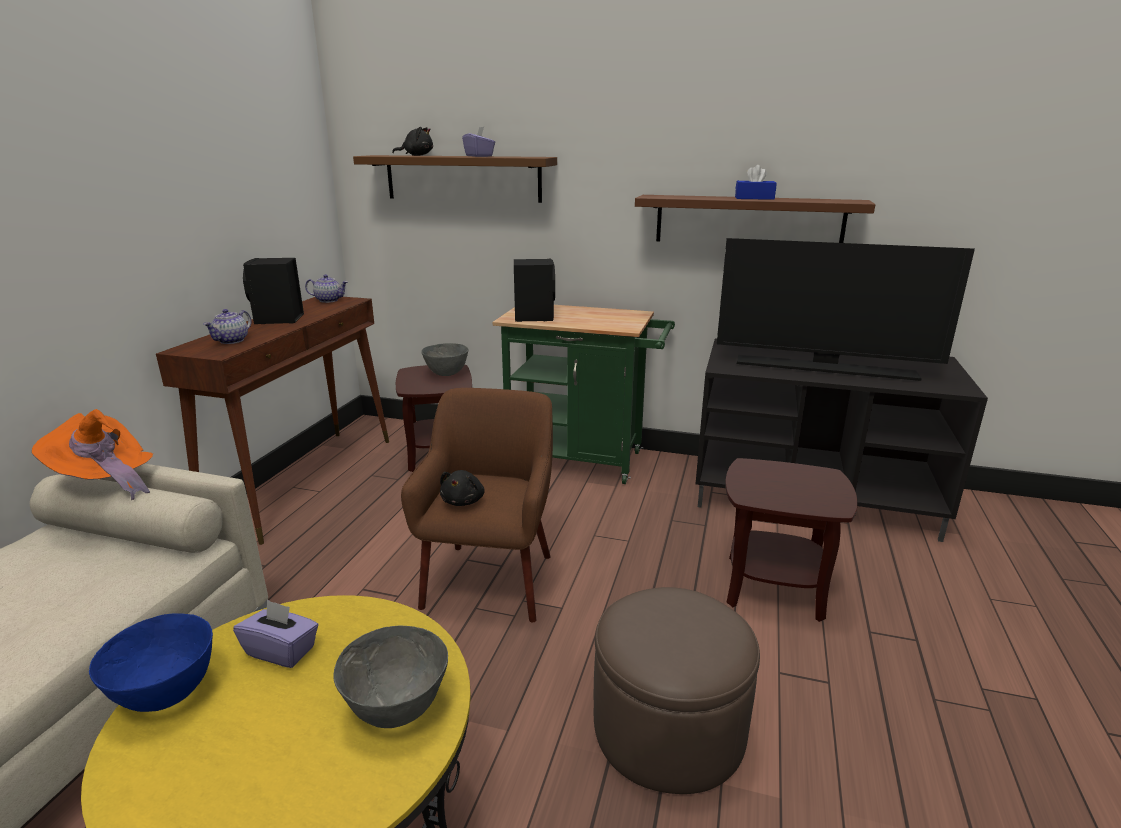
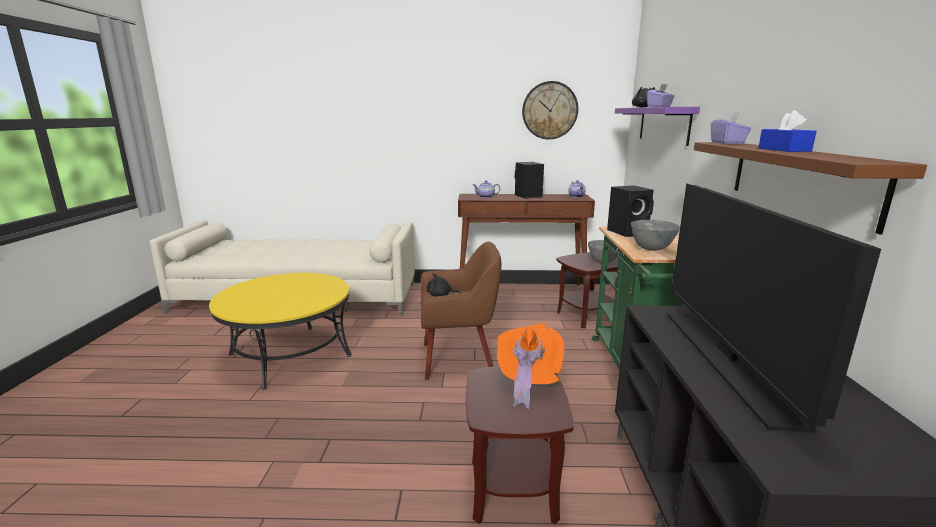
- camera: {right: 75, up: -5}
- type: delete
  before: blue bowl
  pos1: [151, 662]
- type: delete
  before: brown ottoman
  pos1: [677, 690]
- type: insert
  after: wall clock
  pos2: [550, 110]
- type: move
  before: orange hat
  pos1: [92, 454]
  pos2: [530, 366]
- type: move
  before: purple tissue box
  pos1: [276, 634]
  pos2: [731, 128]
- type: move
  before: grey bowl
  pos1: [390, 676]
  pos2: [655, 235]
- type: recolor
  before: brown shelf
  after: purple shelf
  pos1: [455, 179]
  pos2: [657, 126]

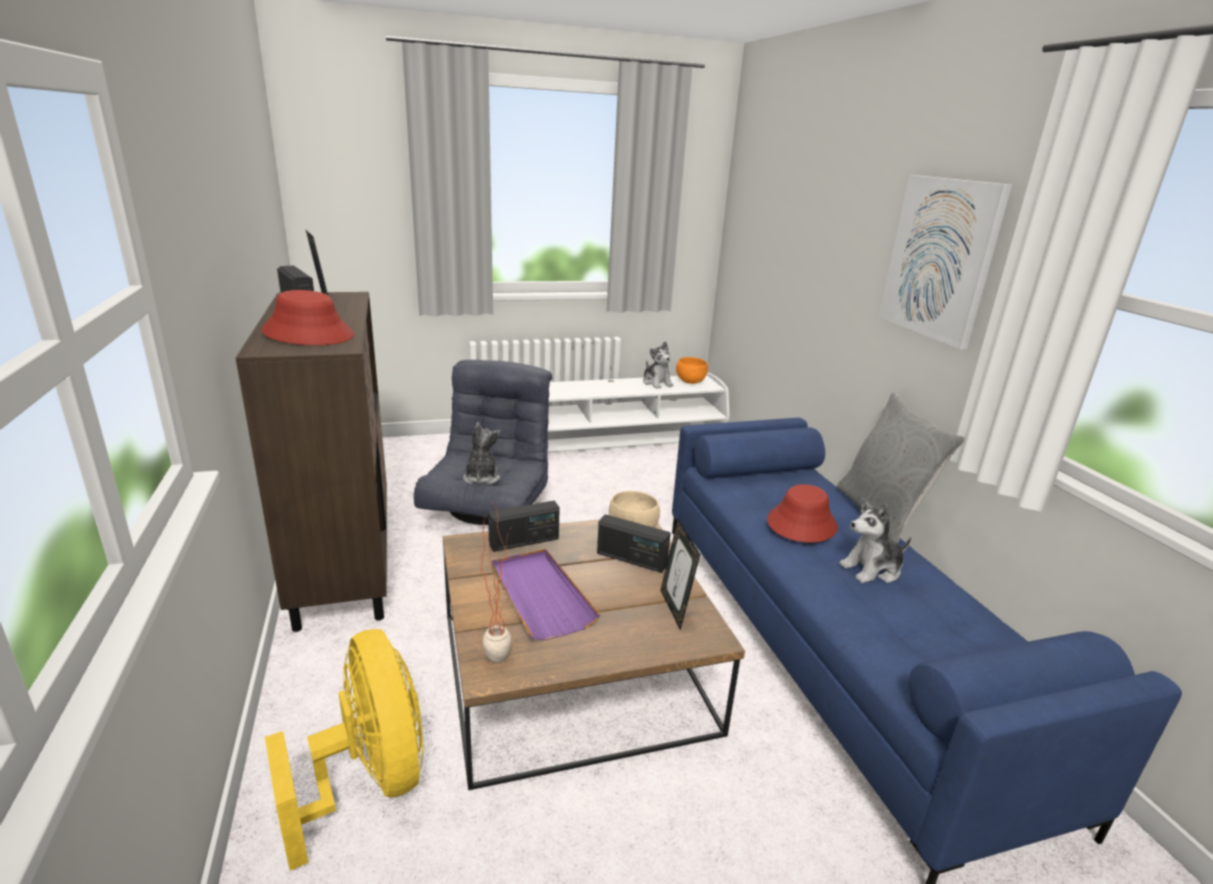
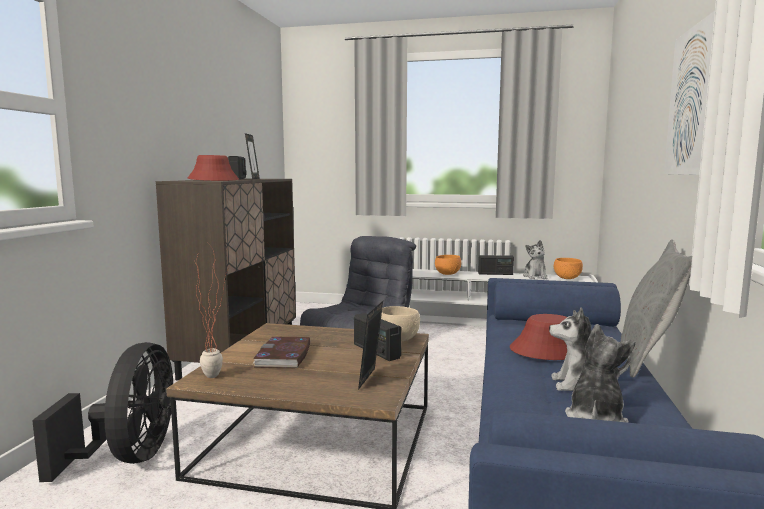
- camera: {right: 30, up: -15}
- type: insert
  after: orange bowl
  pos2: [448, 265]
- type: move
  before: plush toy
  pos1: [481, 453]
  pos2: [600, 373]
- type: move
  before: radio
  pos1: [524, 526]
  pos2: [496, 265]
- type: replace
  before: purple tray
  after: book
  pos1: [545, 594]
  pos2: [281, 352]
- type: recolor
  before: yellow fan
  after: black fan
  pos1: [344, 750]
  pos2: [102, 412]

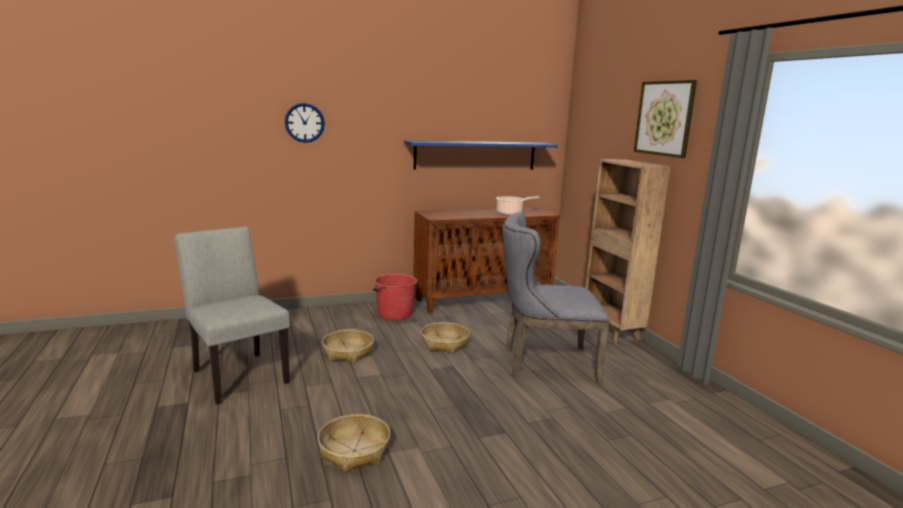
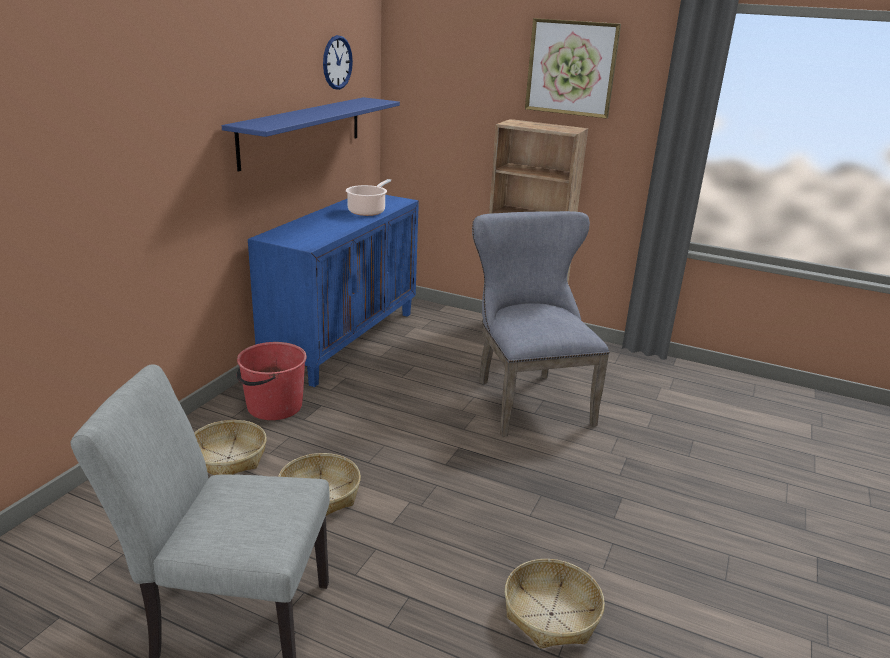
- camera: {right: -45, up: 10}
- type: move
  before: wall clock
  pos1: [305, 123]
  pos2: [338, 62]
- type: move
  before: basket
  pos1: [445, 337]
  pos2: [230, 447]
- type: recolor
  before: brown cabinet
  after: blue cabinet
  pos1: [486, 260]
  pos2: [333, 291]
- type: rotate
  before: grey chair
  pos1: [556, 298]
  pos2: [540, 324]
  turn: 120

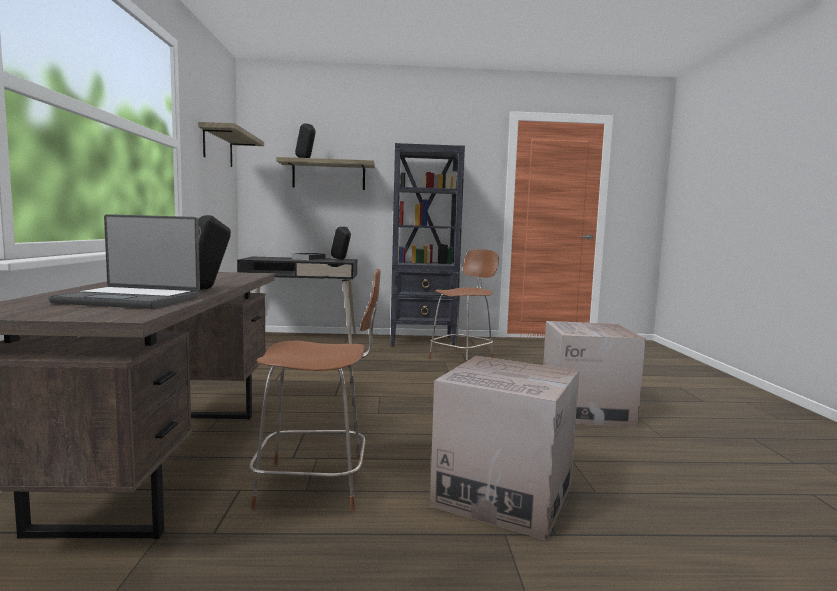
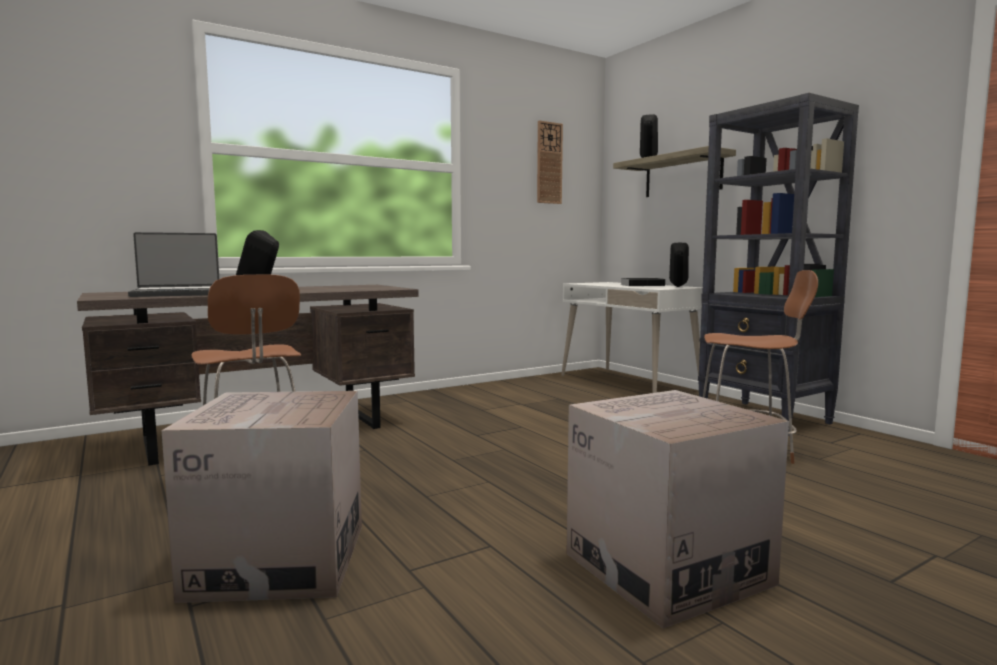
- camera: {right: 60, up: 0}
- type: replace
  before: shelf
  after: wall clock
  pos1: [231, 144]
  pos2: [550, 162]
- type: recolor
  before: black desk
  after: white desk
  pos1: [297, 300]
  pos2: [632, 337]
- type: rotate
  before: laptop
  pos1: [124, 261]
  pos2: [173, 264]
  turn: -90

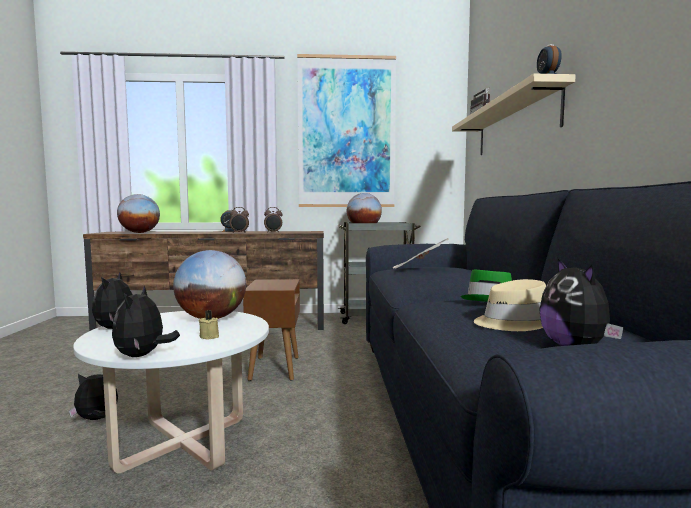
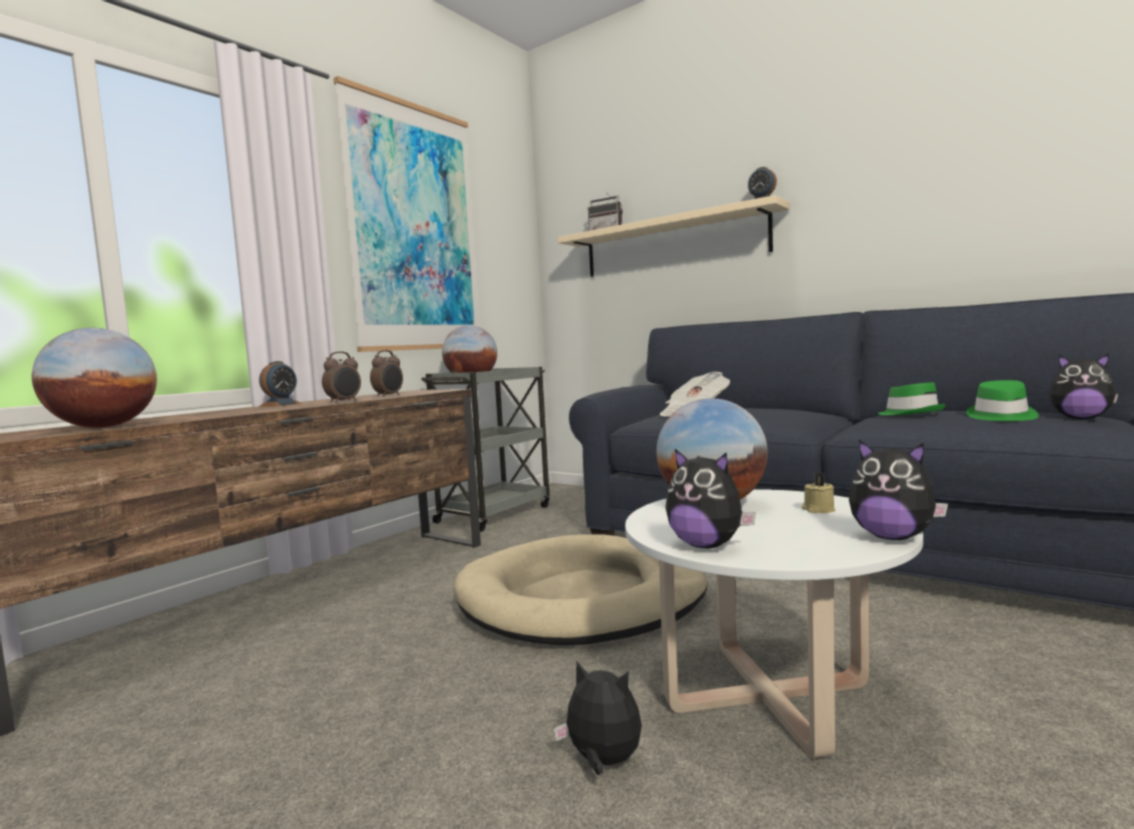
- camera: {right: -50, up: 0}
- type: replace
  before: brown side table
  after: beige dog bed
  pos1: [271, 330]
  pos2: [580, 589]
- type: recolor
  before: beige hat
  after: green hat
  pos1: [510, 305]
  pos2: [1002, 400]
- type: rotate
  before: plush toy
  pos1: [93, 397]
  pos2: [598, 718]
  turn: 105

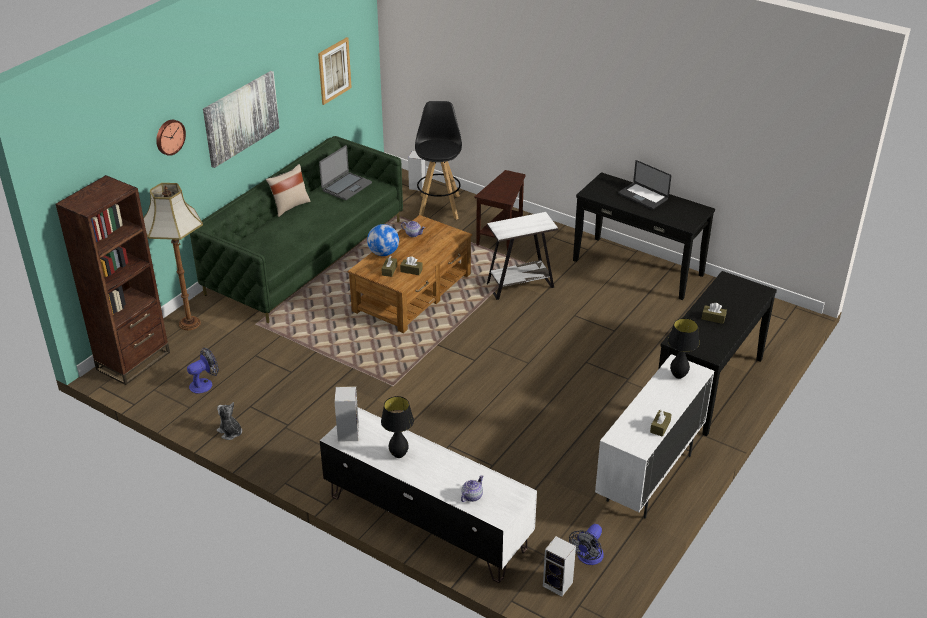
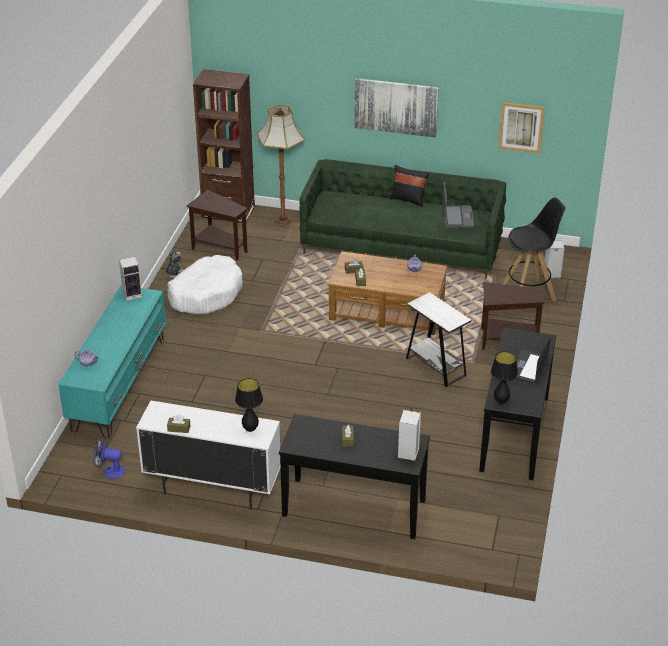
- camera: {right: 70, up: 0}
- type: delete
  before: wall clock
  pos1: [171, 138]
- type: delete
  before: globe
  pos1: [383, 240]
- type: insert
  after: white dog bed
  pos2: [205, 284]
- type: move
  before: black table lamp
  pos1: [397, 427]
  pos2: [504, 378]
- type: move
  before: speaker
  pos1: [559, 566]
  pos2: [409, 435]
- type: replace
  before: fan
  after: brown side table
  pos1: [203, 370]
  pos2: [217, 225]
- type: recolor
  before: beige pillow
  after: black pillow
  pos1: [288, 190]
  pos2: [409, 186]
- type: recolor
  before: white tv stand
  after: turquoise tv stand
  pos1: [428, 495]
  pos2: [112, 361]
- type: rotate
  before: laptop
  pos1: [345, 172]
  pos2: [458, 204]
  turn: -105

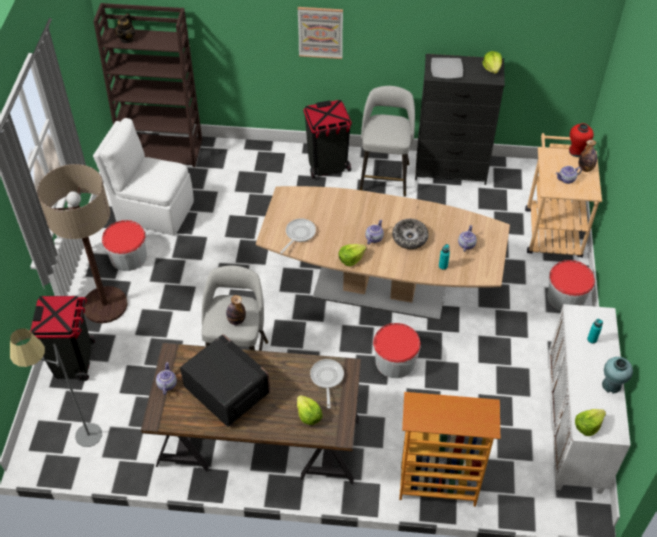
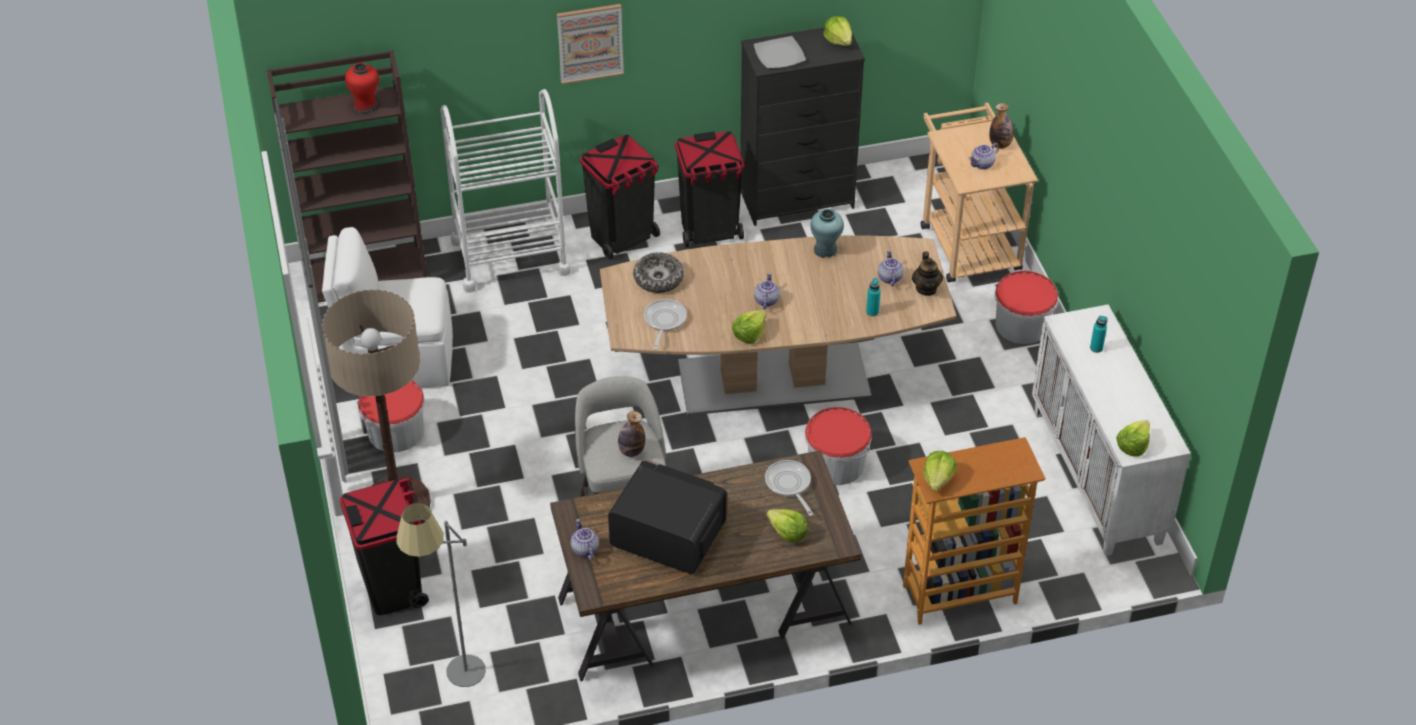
- camera: {right: -20, up: -5}
- type: insert
  after: white cart
  pos2: [505, 191]
- type: insert
  after: lettuce
  pos2: [940, 471]
- type: move
  before: teapot
  pos1: [125, 28]
  pos2: [927, 273]
- type: move
  before: bowl
  pos1: [410, 234]
  pos2: [658, 272]
- type: move
  before: red vase
  pos1: [581, 140]
  pos2: [362, 87]
- type: move
  before: turquoise vase
  pos1: [617, 375]
  pos2: [827, 233]
- type: replace
  before: grey stool
  after: black trash can
  pos1: [387, 141]
  pos2: [709, 189]

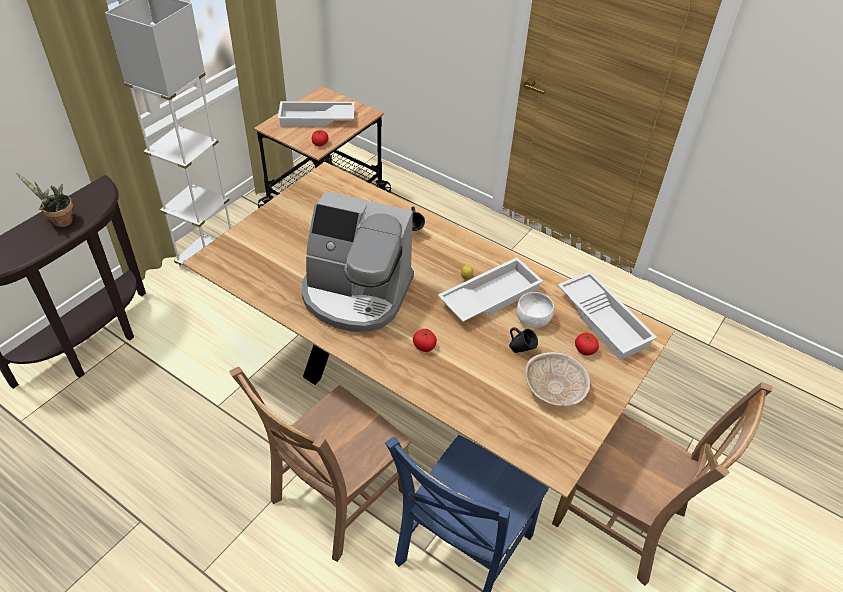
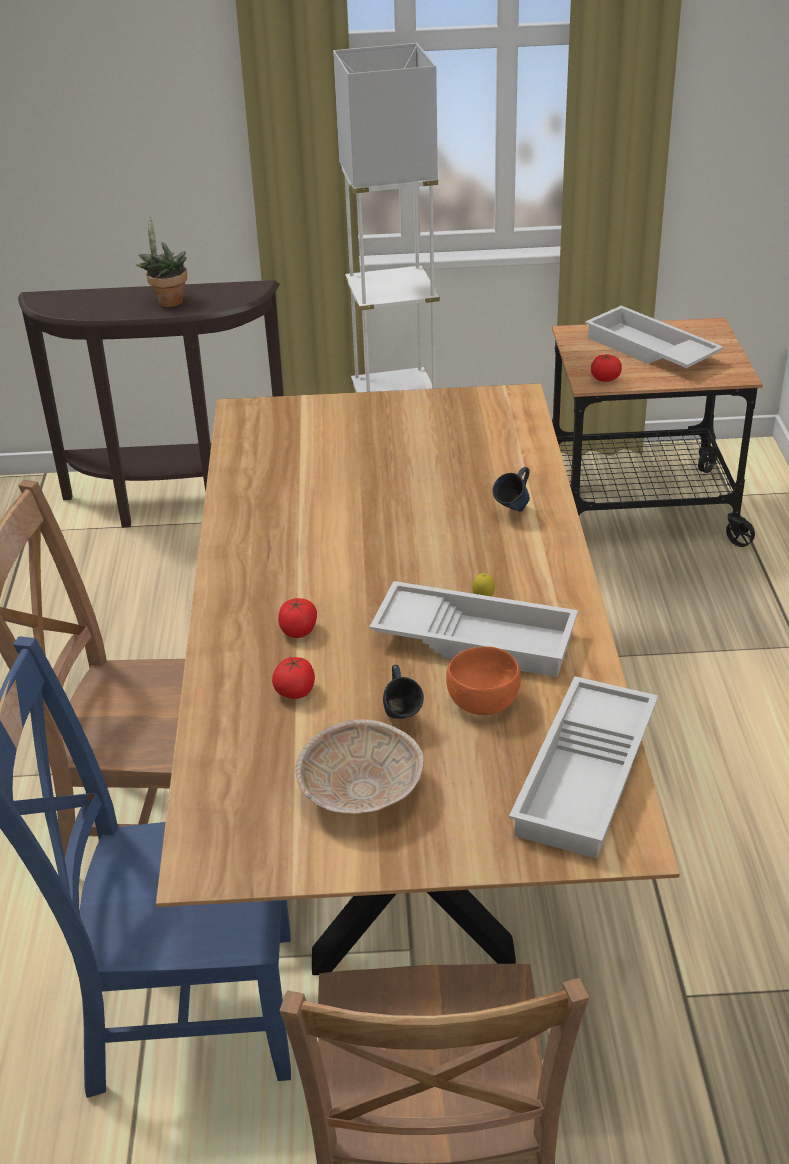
- camera: {right: 55, up: -10}
- type: delete
  before: coffee machine
  pos1: [358, 262]
- type: move
  before: tomato
  pos1: [587, 344]
  pos2: [293, 678]
- type: recolor
  before: white bowl
  after: orange bowl
  pos1: [535, 310]
  pos2: [483, 680]

